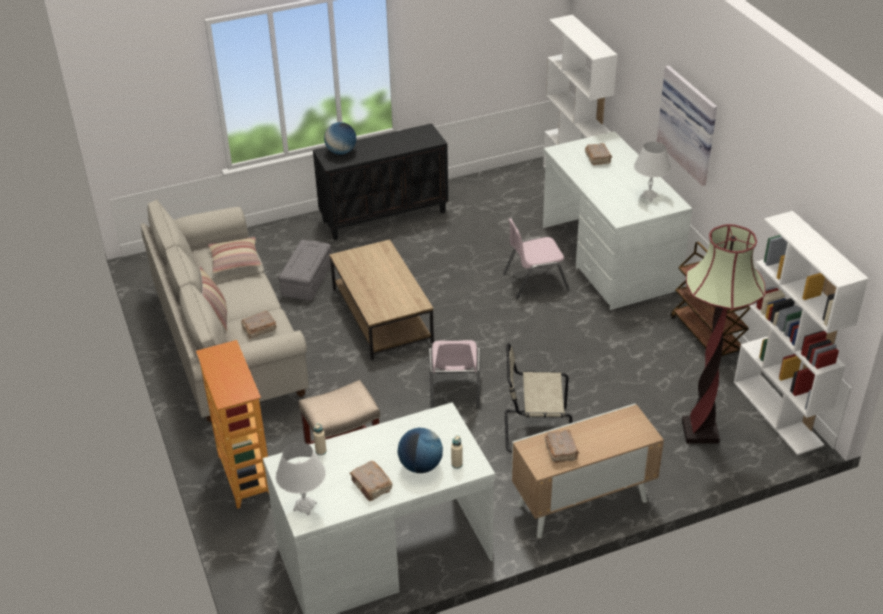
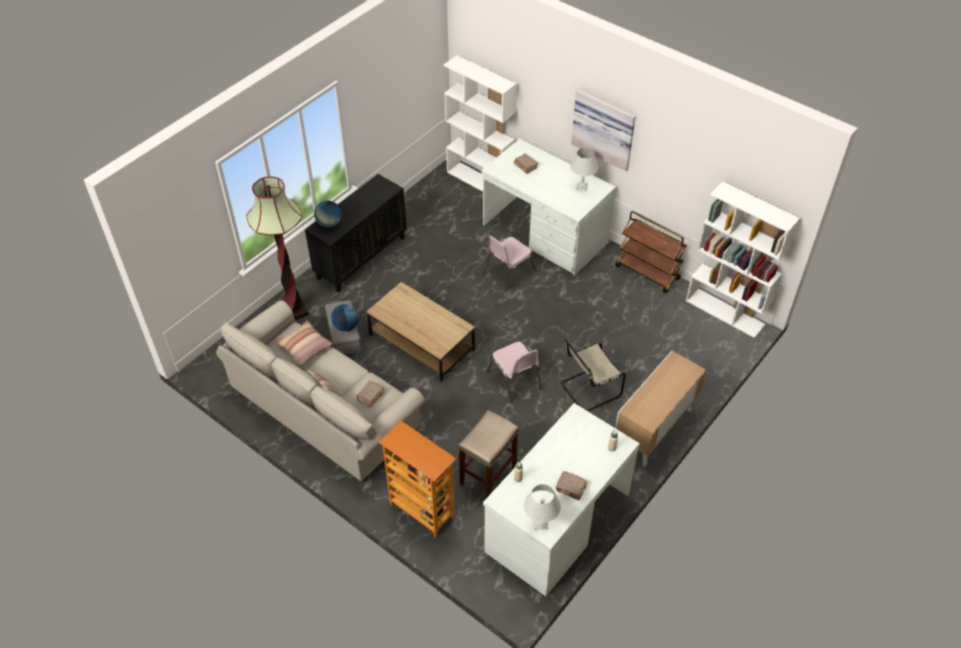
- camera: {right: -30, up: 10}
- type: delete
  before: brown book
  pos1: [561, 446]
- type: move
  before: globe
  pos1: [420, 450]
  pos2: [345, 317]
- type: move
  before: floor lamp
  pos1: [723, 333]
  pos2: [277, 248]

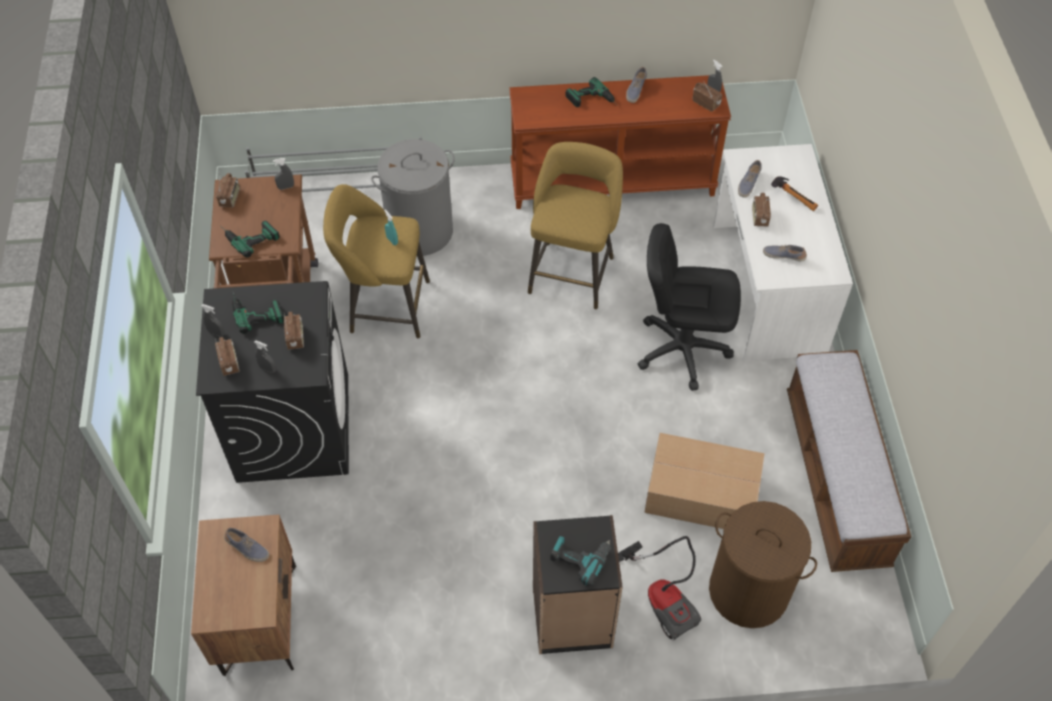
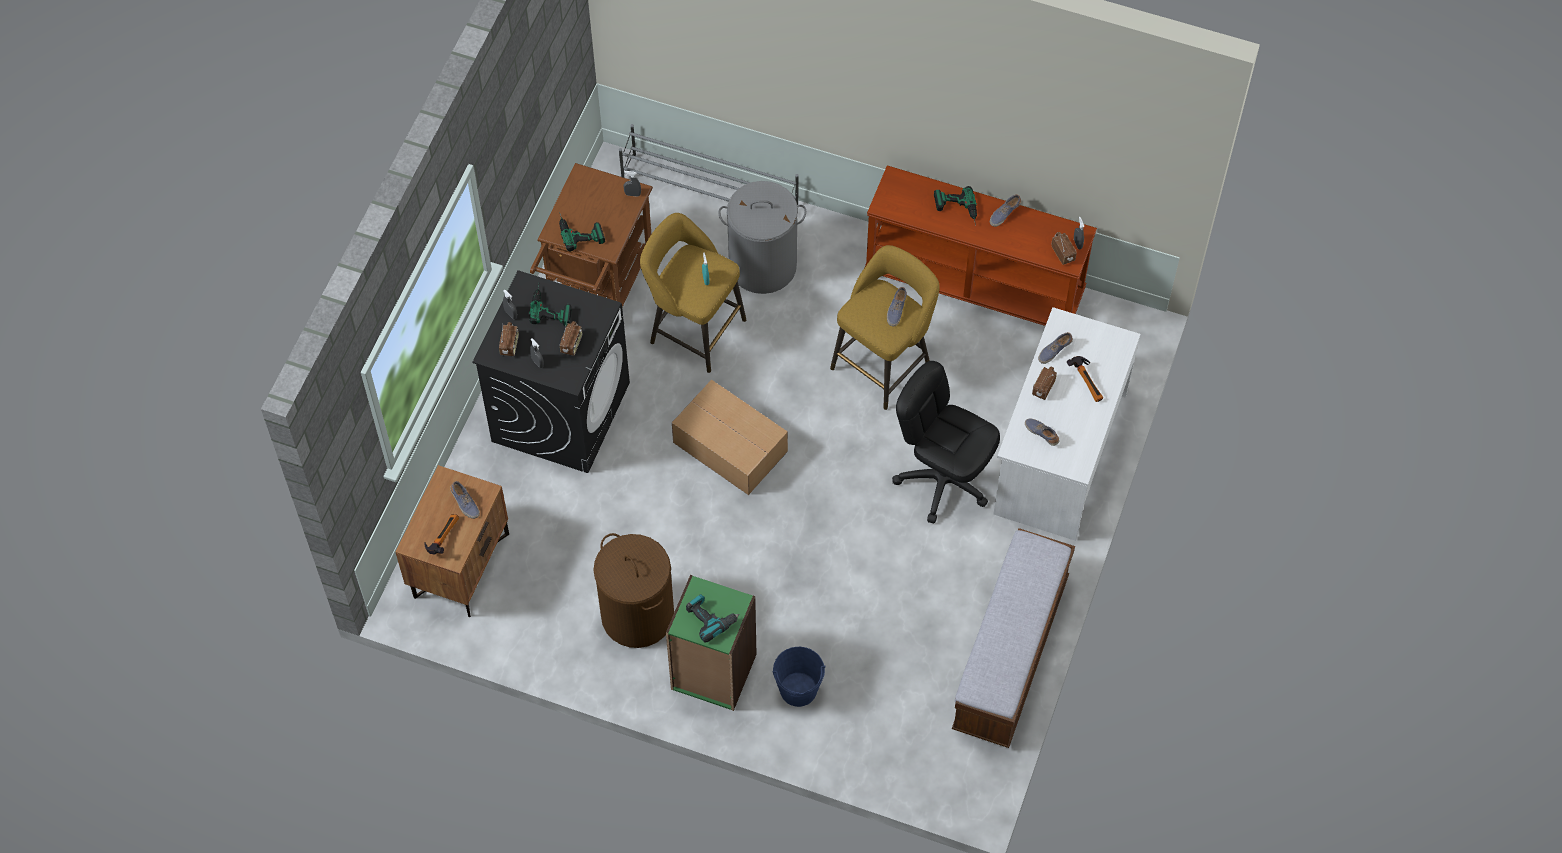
- camera: {right: 25, up: 5}
- type: delete
  before: radio
  pos1: [228, 190]
- type: insert
  after: hammer
  pos2: [441, 534]
- type: insert
  after: shoe
  pos2: [897, 306]
- type: move
  before: cardboard box
  pos1: [704, 481]
  pos2: [730, 437]
- type: move
  before: brown laundry basket
  pos1: [763, 564]
  pos2: [633, 590]
- type: replace
  before: vacuum cleaner
  after: blue bucket
  pos1: [659, 588]
  pos2: [799, 677]
- type: recolor
  before: black bookcase
  after: green bookcase
  pos1: [578, 584]
  pos2: [711, 643]

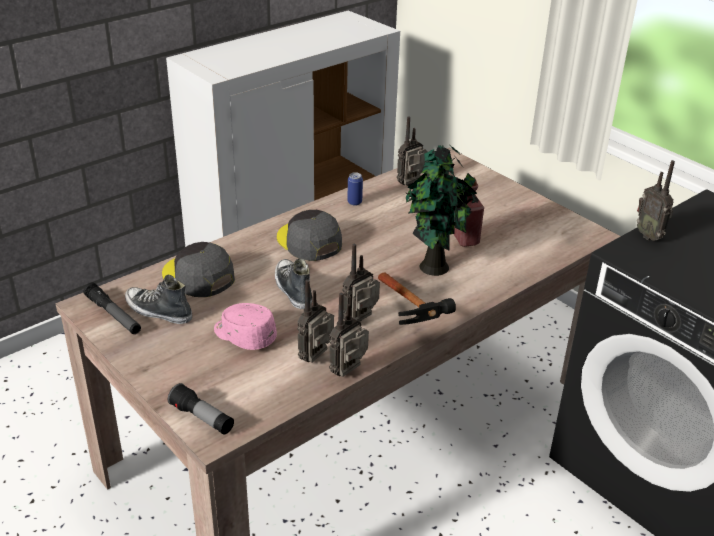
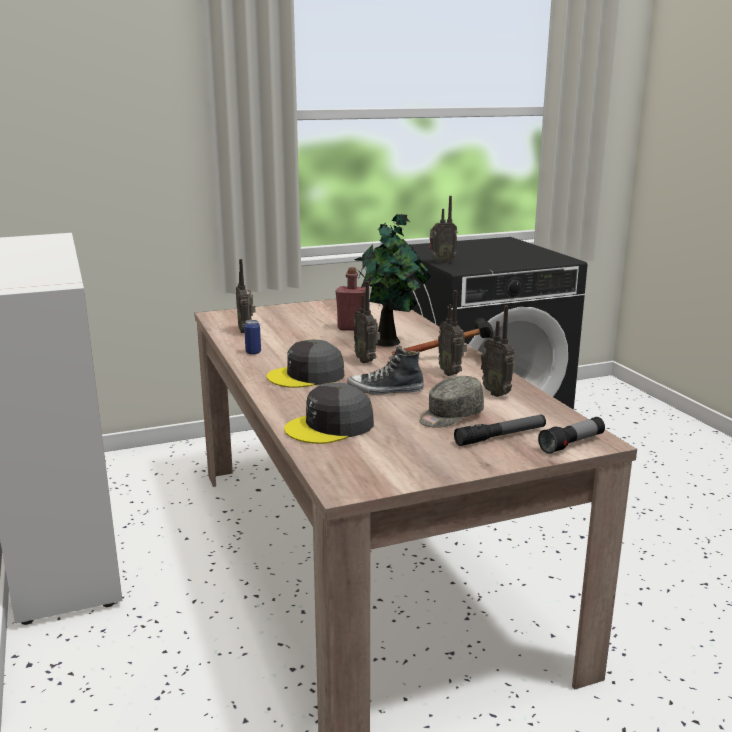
- camera: {right: -70, up: -15}
- type: delete
  before: shoe
  pos1: [158, 299]
- type: move
  before: flashlight
  pos1: [112, 308]
  pos2: [500, 430]
- type: move
  before: radio
  pos1: [349, 335]
  pos2: [366, 322]
- type: recolor
  before: pink cap
  after: grey cap
  pos1: [245, 326]
  pos2: [451, 402]

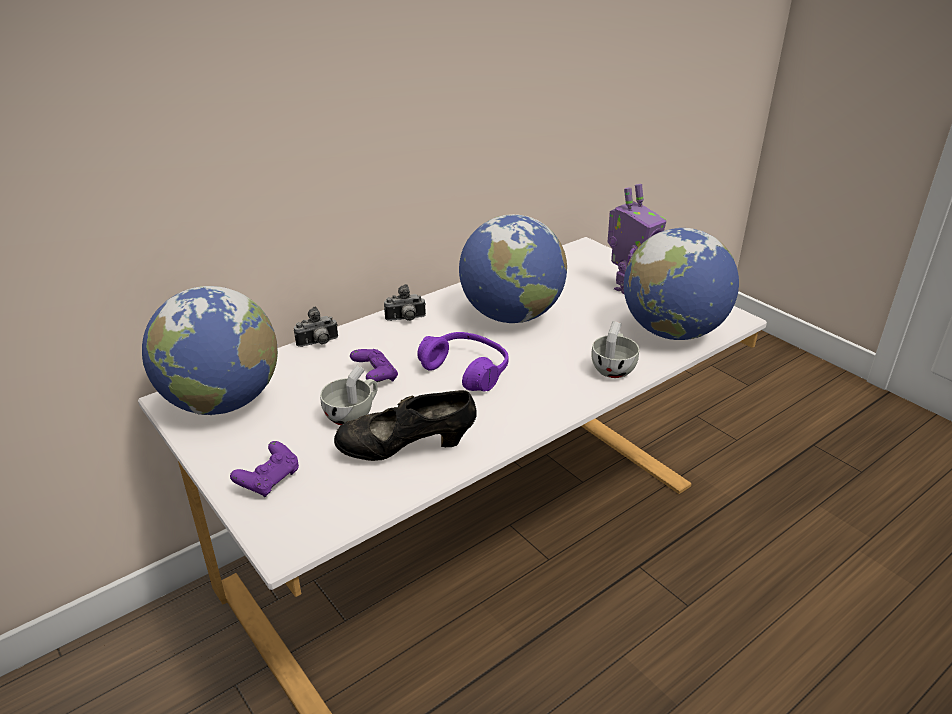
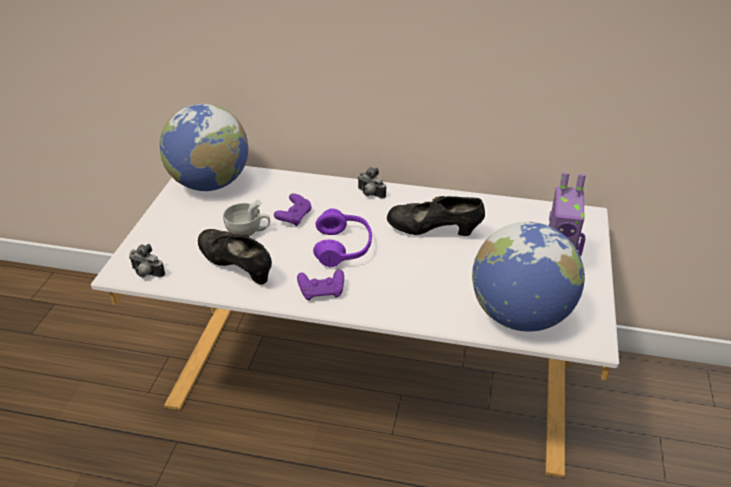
- camera: {right: 50, up: 5}
- type: delete
  before: white cup
  pos1: [615, 349]
- type: move
  before: purple game controller
  pos1: [264, 469]
  pos2: [320, 284]
- type: move
  before: photo camera
  pos1: [316, 327]
  pos2: [147, 261]
- type: replace
  before: globe
  after: black shoe
  pos1: [513, 268]
  pos2: [436, 216]

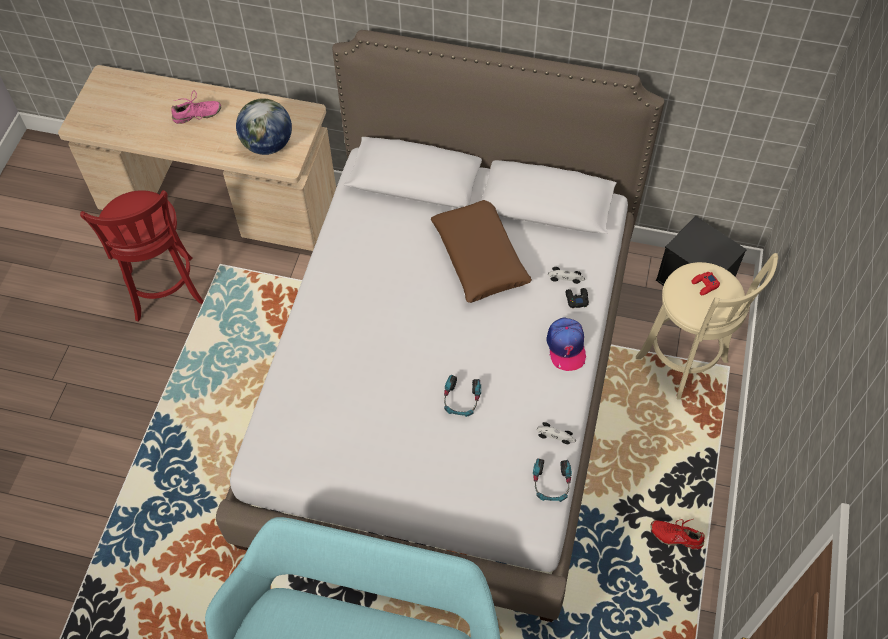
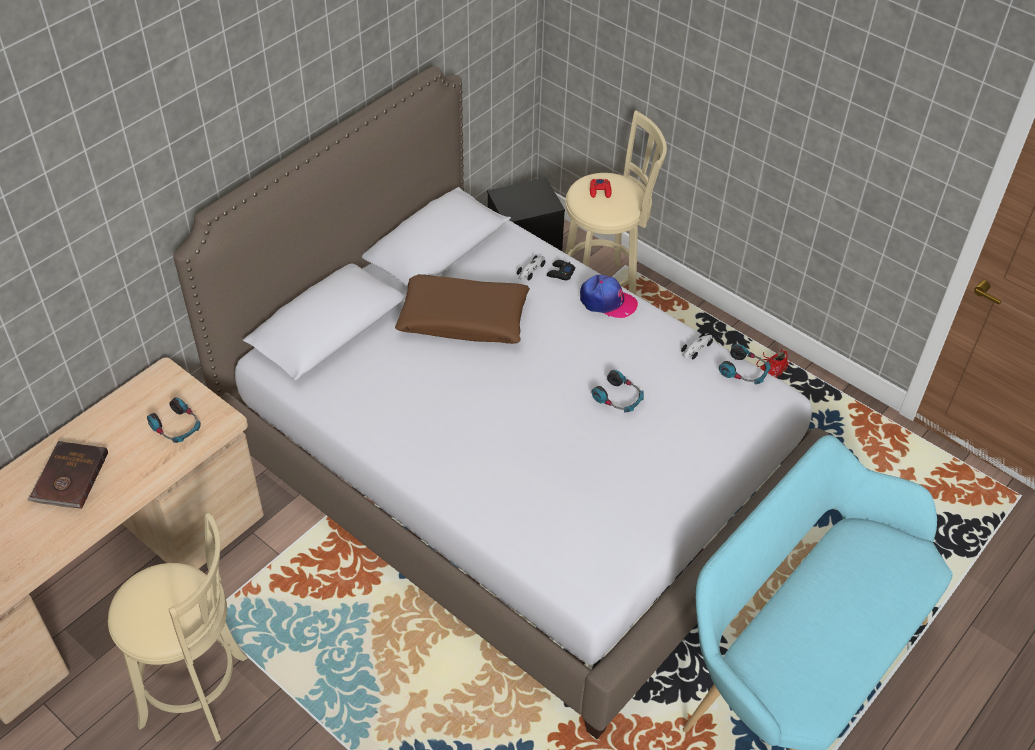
- camera: {right: -65, up: -10}
- type: replace
  before: pink shoe
  after: brown book
  pos1: [196, 107]
  pos2: [67, 475]
- type: replace
  before: globe
  after: headphones
  pos1: [264, 126]
  pos2: [174, 420]
- type: recolor
  before: red stool
  after: beige stool
  pos1: [142, 256]
  pos2: [178, 627]

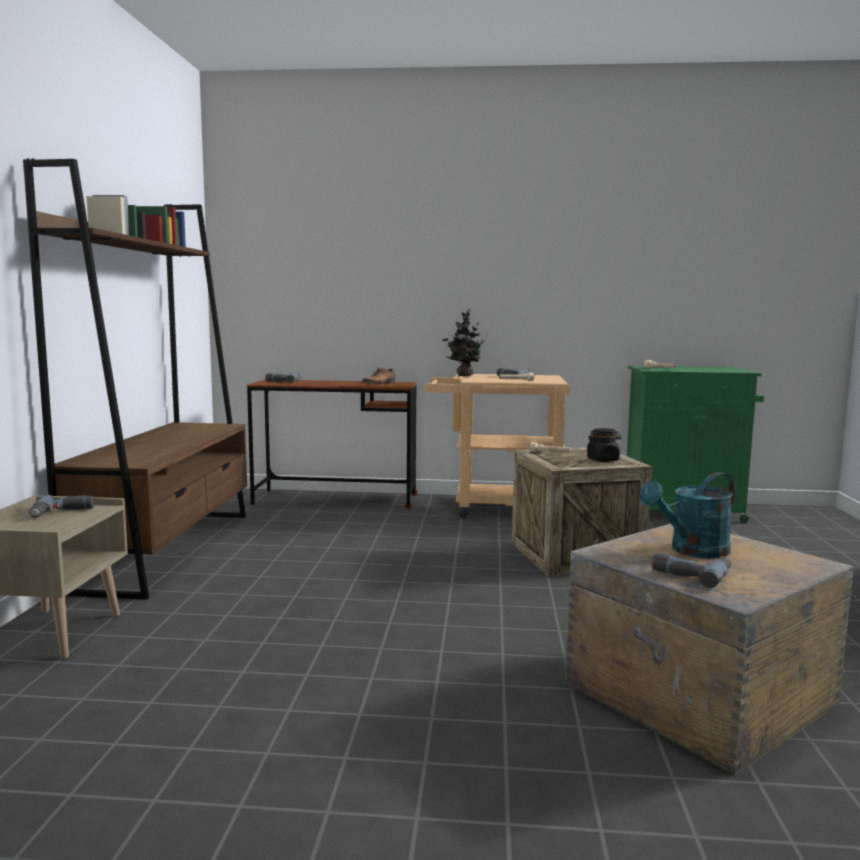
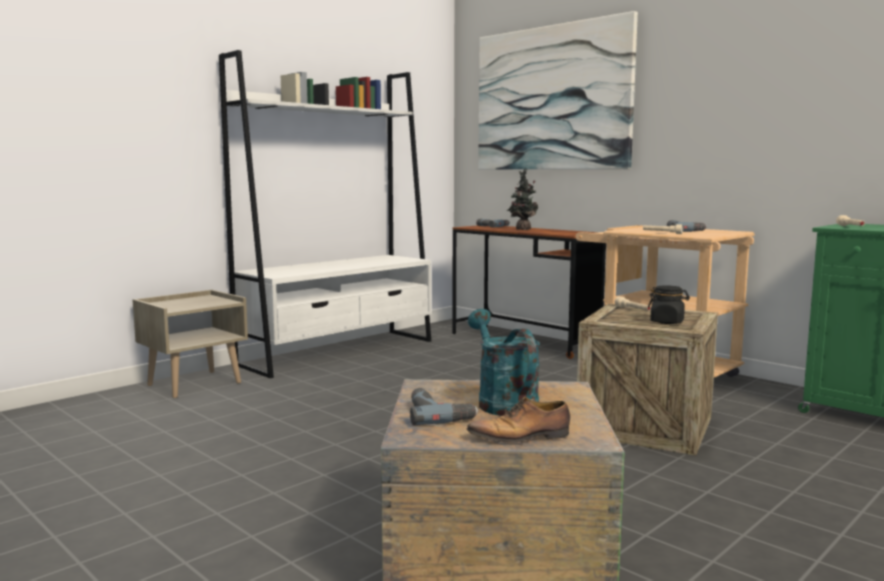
- camera: {right: 40, up: 0}
- type: delete
  before: power drill
  pos1: [61, 506]
- type: insert
  after: picture
  pos2: [558, 90]
- type: move
  before: shoe
  pos1: [378, 375]
  pos2: [518, 420]
- type: move
  before: potted plant
  pos1: [465, 343]
  pos2: [522, 199]
- type: recolor
  before: brown bookcase
  after: white bookcase
  pos1: [135, 379]
  pos2: [325, 214]
- type: rotate
  before: turquoise watering can
  pos1: [687, 515]
  pos2: [504, 362]
  turn: 60

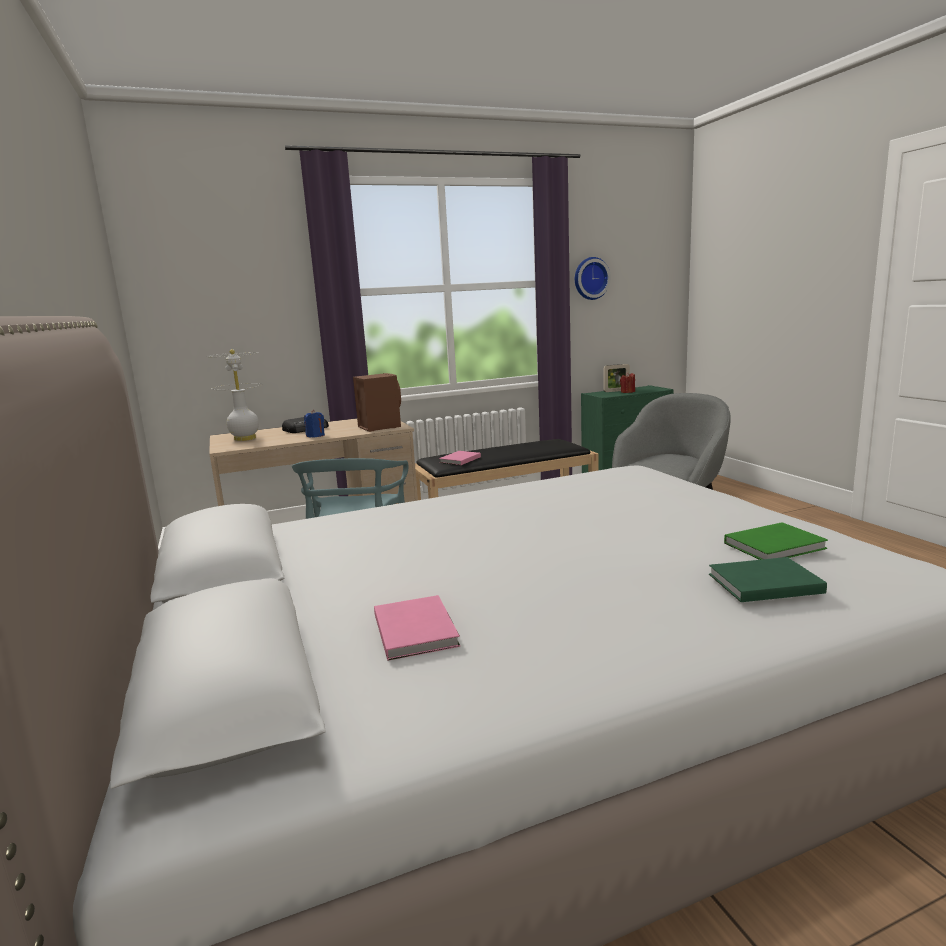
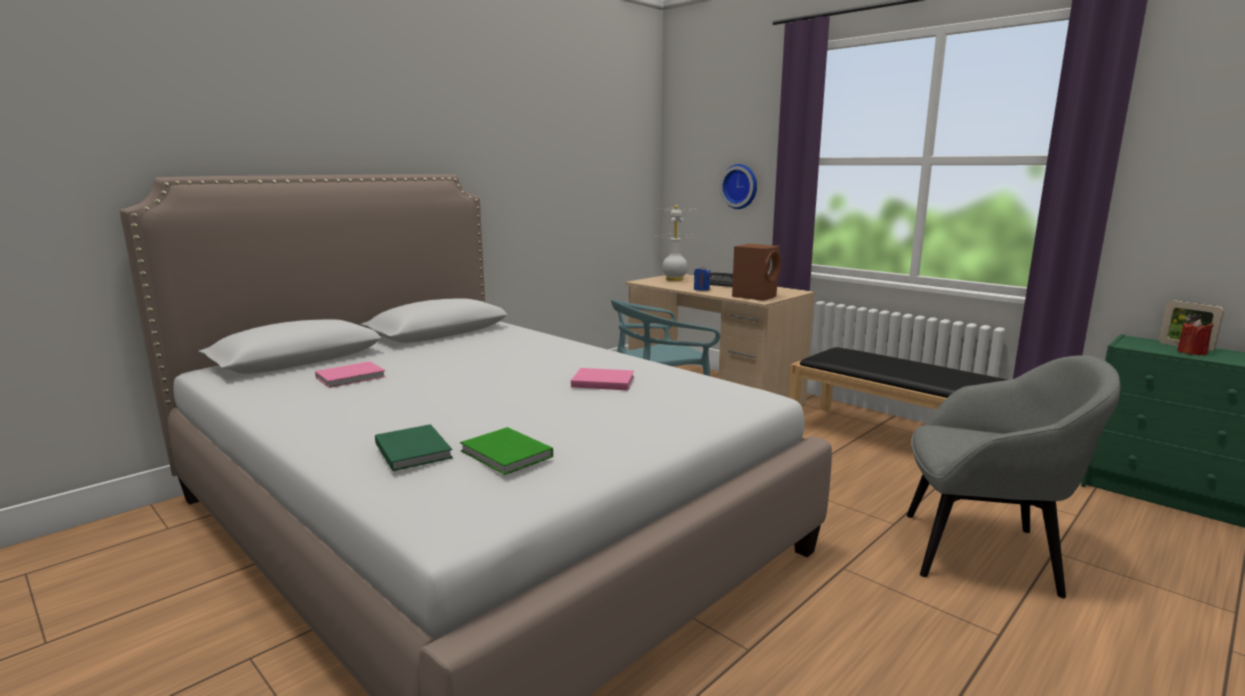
- camera: {right: 65, up: 0}
- type: move
  before: pink book
  pos1: [460, 458]
  pos2: [602, 379]
- type: move
  before: wall clock
  pos1: [593, 278]
  pos2: [738, 186]

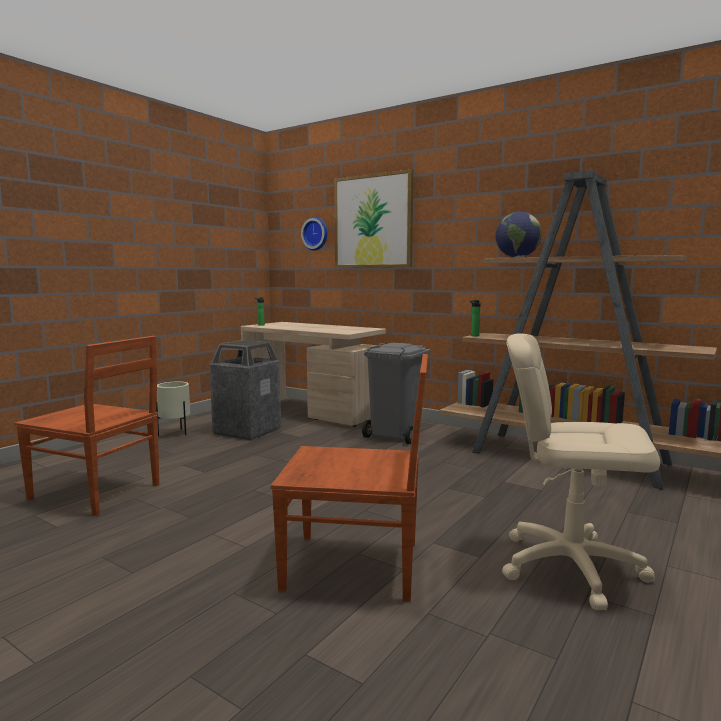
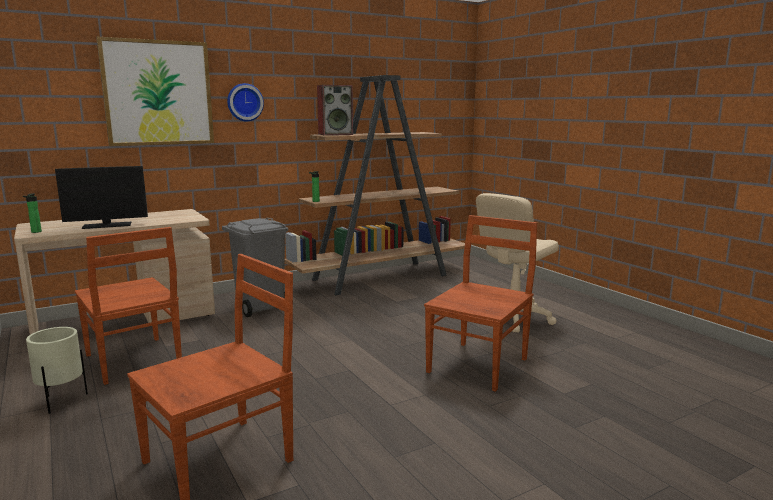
- camera: {right: -65, up: 5}
- type: insert
  after: monitor
  pos2: [101, 197]
- type: move
  before: wall clock
  pos1: [314, 234]
  pos2: [245, 102]
- type: replace
  before: trash can
  after: brown chair
  pos1: [245, 390]
  pos2: [128, 306]
- type: replace
  before: globe
  after: speaker
  pos1: [519, 235]
  pos2: [335, 110]

